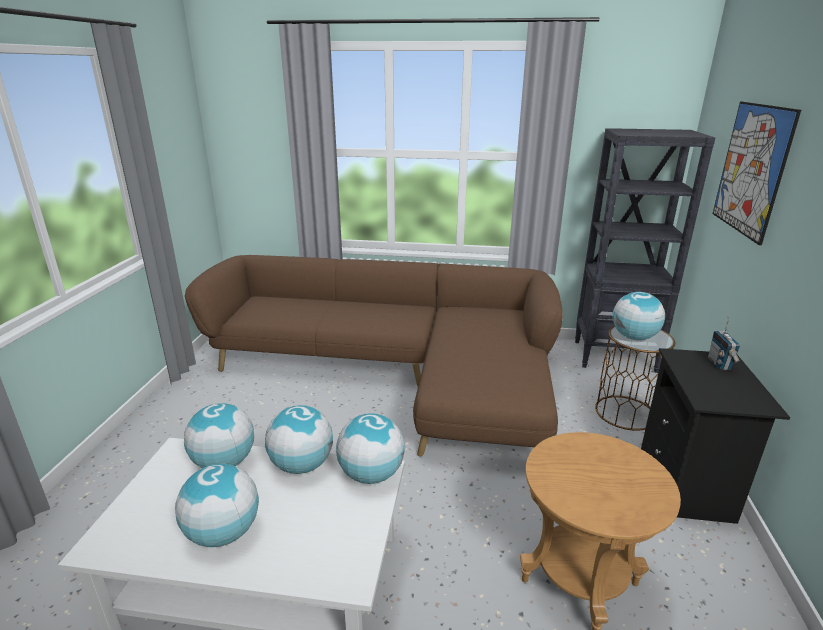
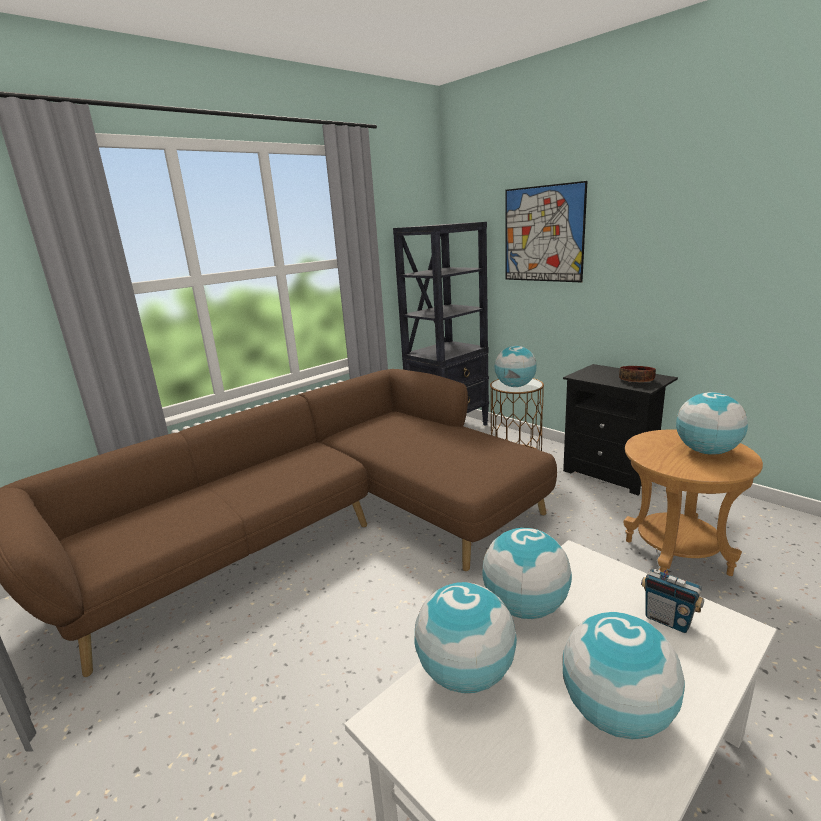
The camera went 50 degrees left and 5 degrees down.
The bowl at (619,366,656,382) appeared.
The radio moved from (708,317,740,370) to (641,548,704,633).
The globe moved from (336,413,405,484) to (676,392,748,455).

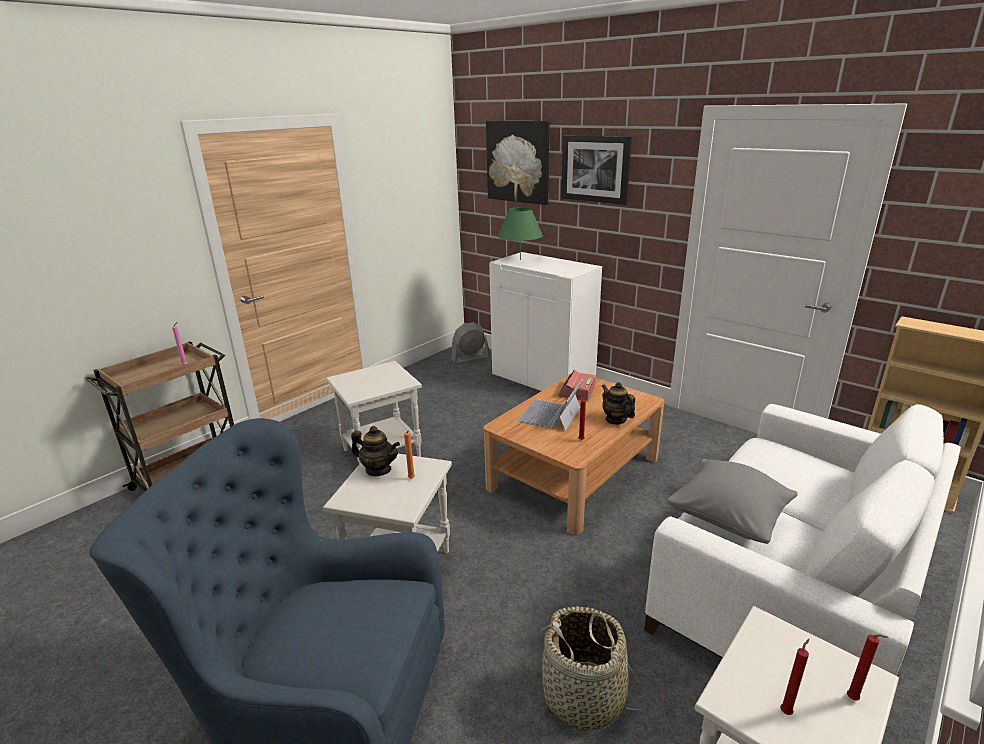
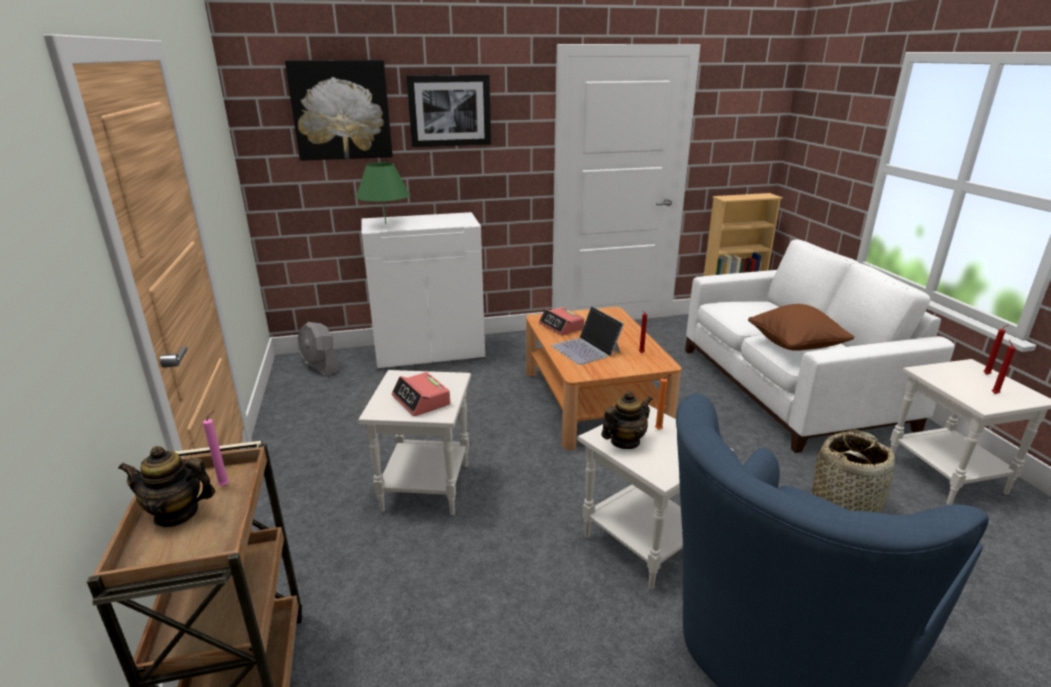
The camera went 55 degrees left and 0 degrees up.
The teapot moved from (602,382,635,425) to (118,446,215,528).
The fan/grey at (451,322,490,364) turned 60 degrees counterclockwise.
The alarm clock at (392,372,450,416) appeared.
The pillow/grey at (667,459,798,544) became the pillow/brown at (748,304,855,351).

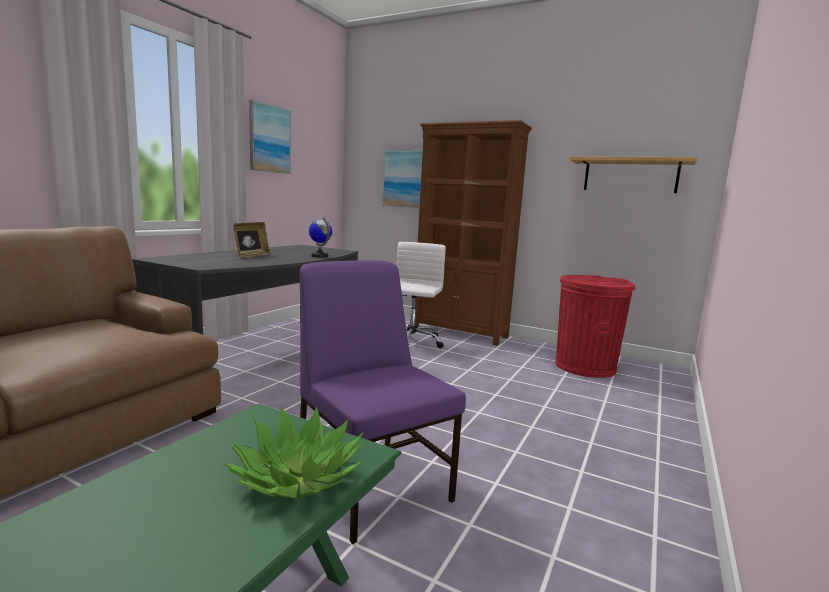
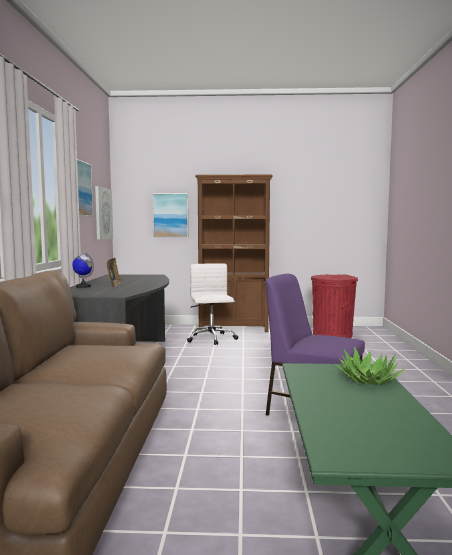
The camera went 25 degrees left and 5 degrees down.
The globe moved from (309,217,332,257) to (72,253,94,288).
The picture at (95,186,113,240) appeared.
The shelf at (570,156,698,193) disappeared.

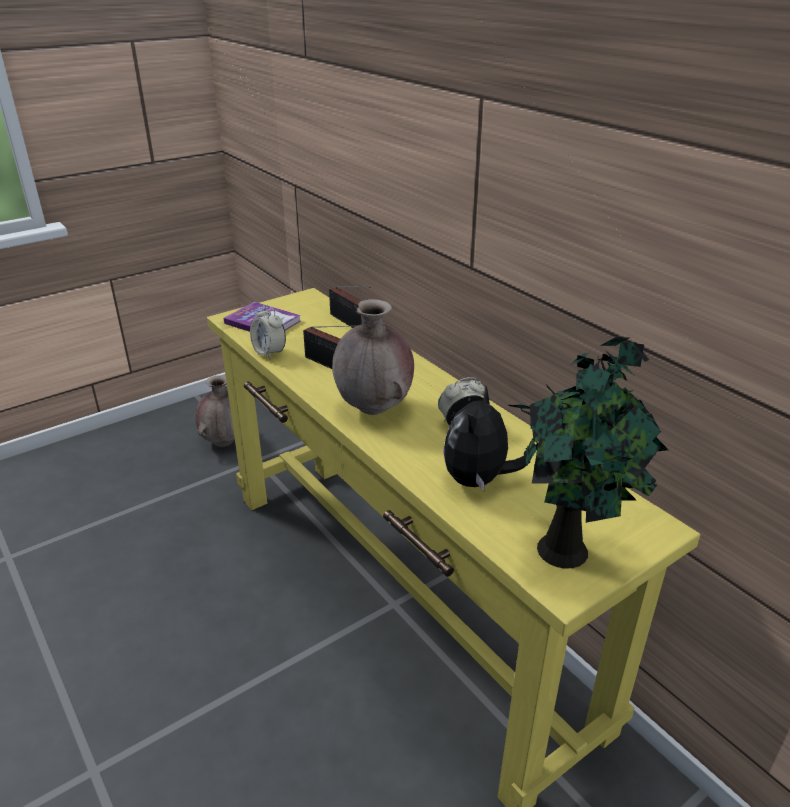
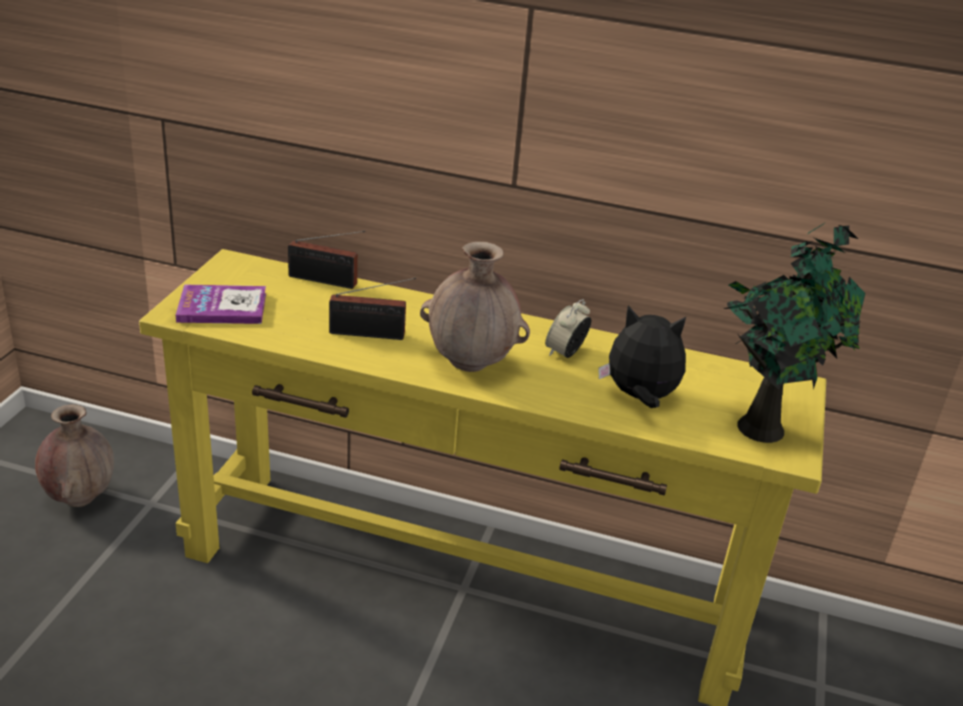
The camera went 40 degrees left and 0 degrees up.
The plush toy at (443,386,530,492) turned 120 degrees clockwise.
The alarm clock at (250,305,286,359) disappeared.

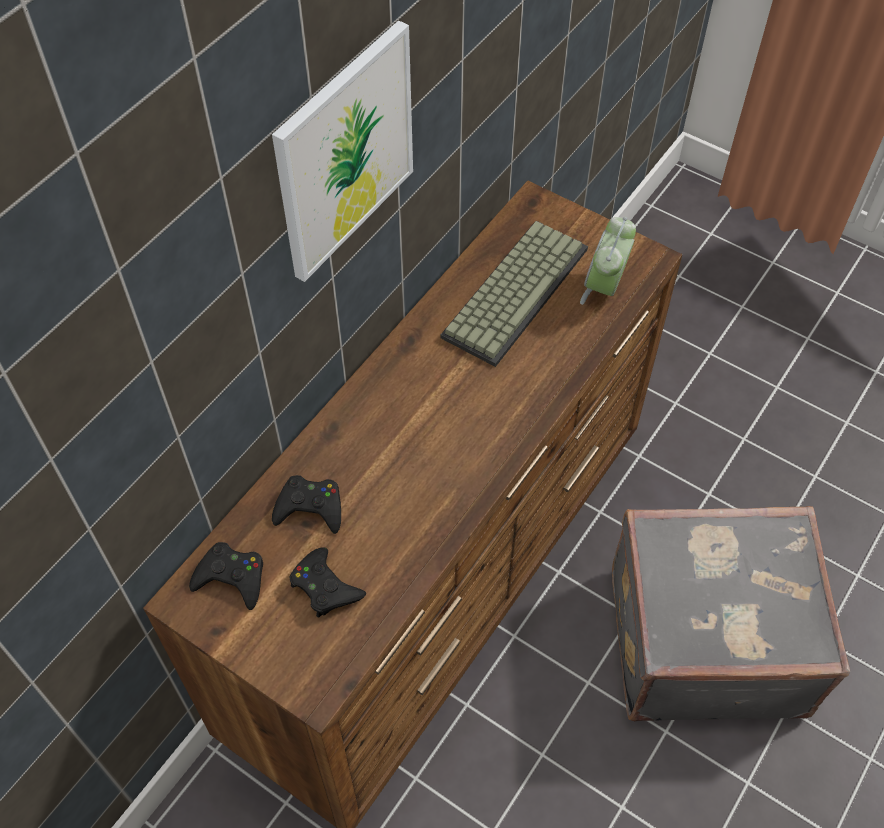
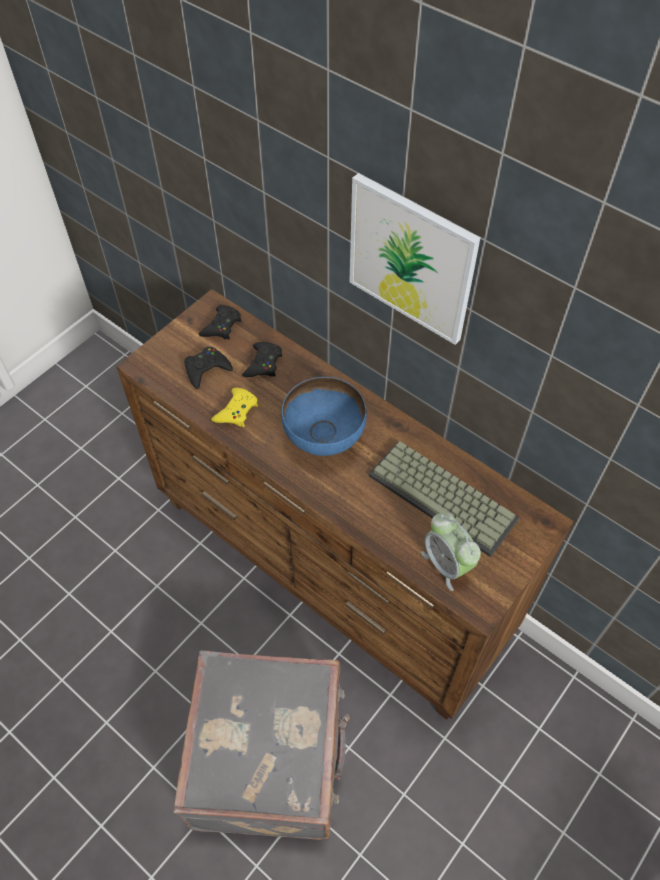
The camera went 95 degrees right and 0 degrees up.
The game controller/yellow at (211,388,258,427) appeared.
The bowl/blue at (281,377,367,456) appeared.
The alarm clock at (580,217,636,305) turned 150 degrees counterclockwise.

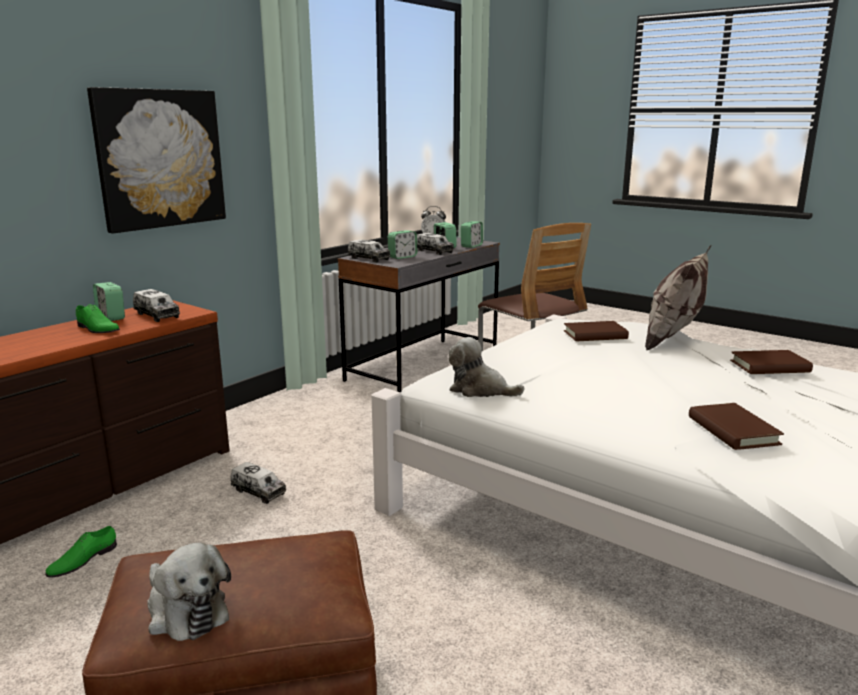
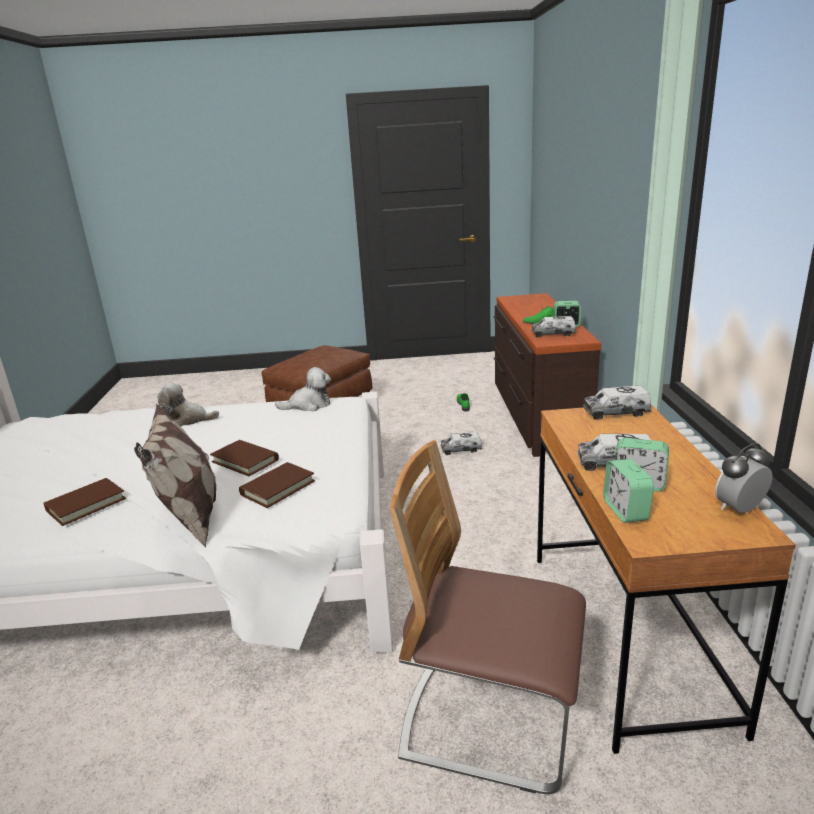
The camera went 140 degrees right and 5 degrees up.
The plush toy moved from (148,543,231,641) to (158,383,219,427).
The book/brown moved from (689,403,784,450) to (210,440,279,476).
The desk/grey at (338,237,500,393) became the desk/brown at (537,405,796,754).
The picture at (87,87,226,234) disappeared.
The alarm clock at (388,230,417,259) disappeared.

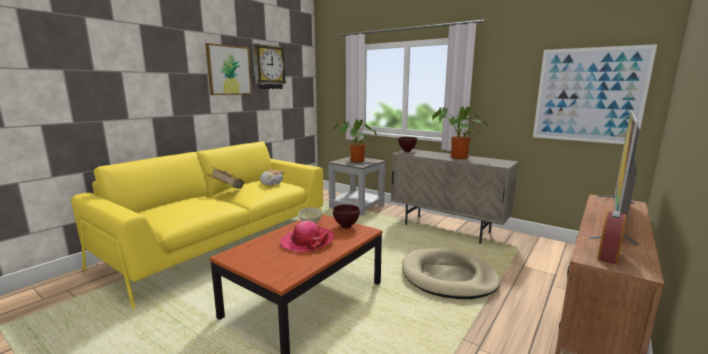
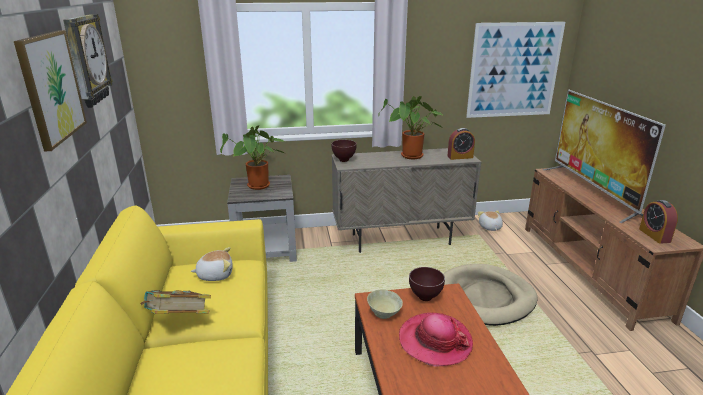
The camera went 45 degrees left and 10 degrees up.
The alarm clock at (447,128,475,160) appeared.
The plush toy at (478,211,503,231) appeared.

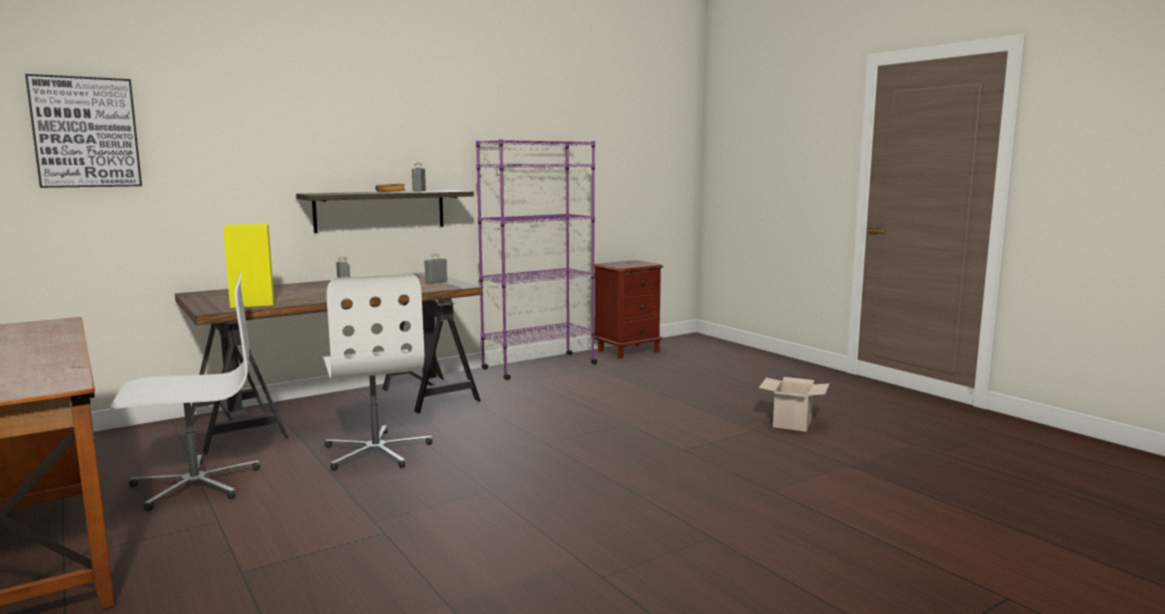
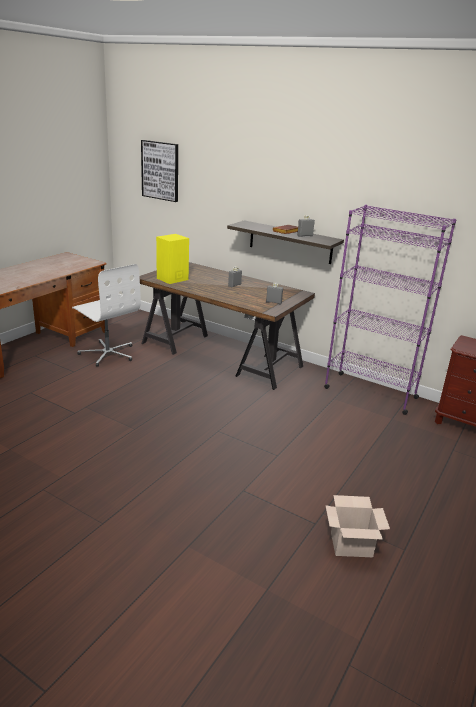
The camera went 65 degrees right and 15 degrees up.
The office chair/white at (323,274,433,471) disappeared.

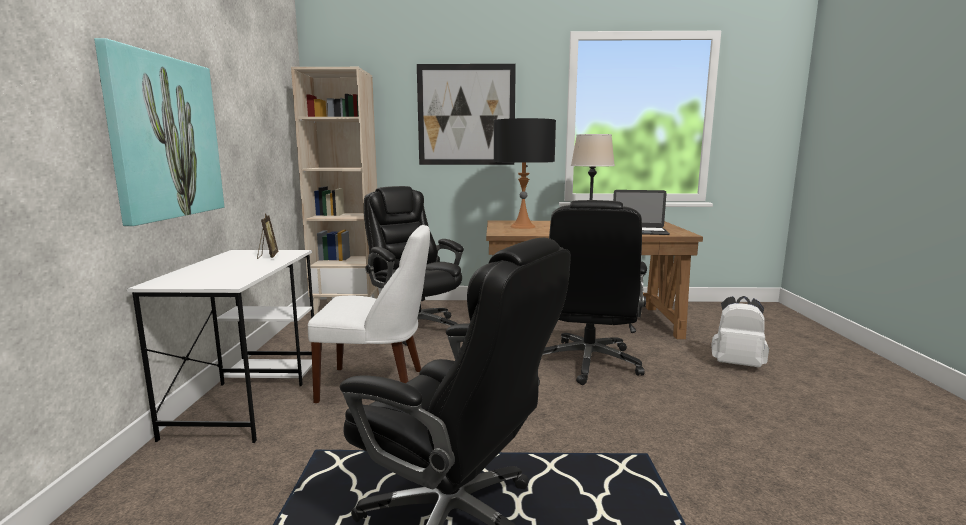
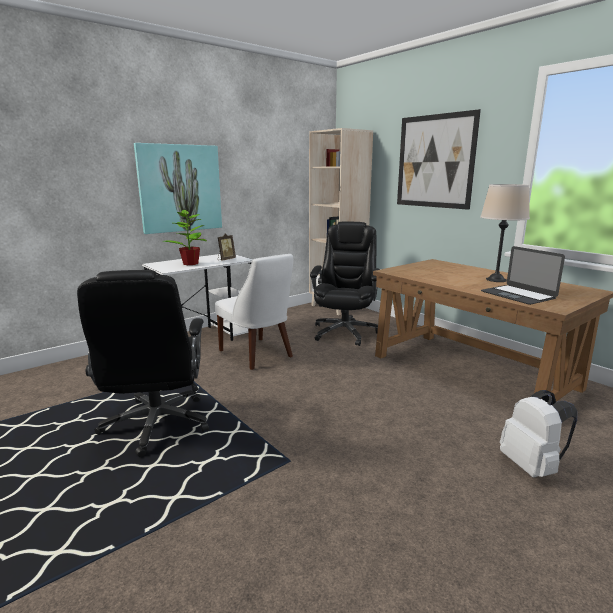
The camera went 50 degrees right and 5 degrees up.
The potted plant at (163,209,207,265) appeared.
The table lamp/black at (494,118,556,229) disappeared.
The office chair/black at (540,200,647,385) disappeared.

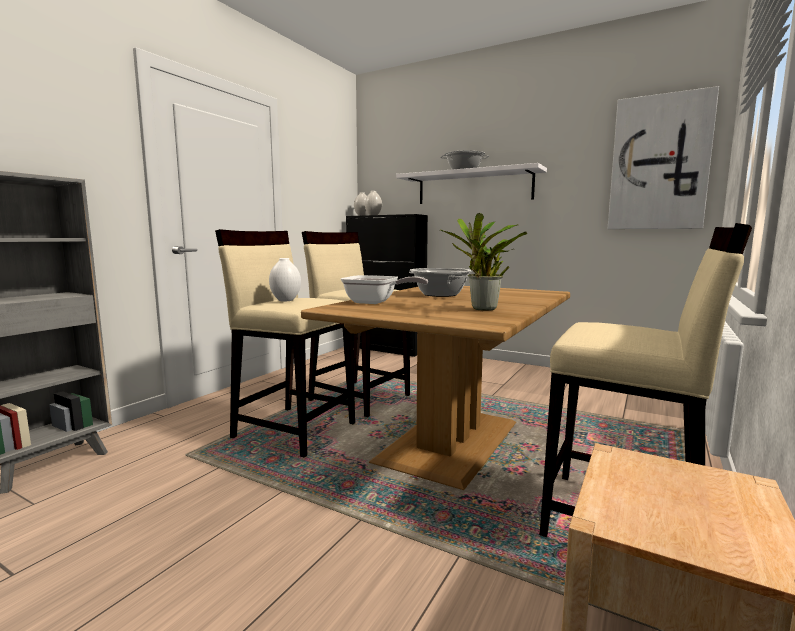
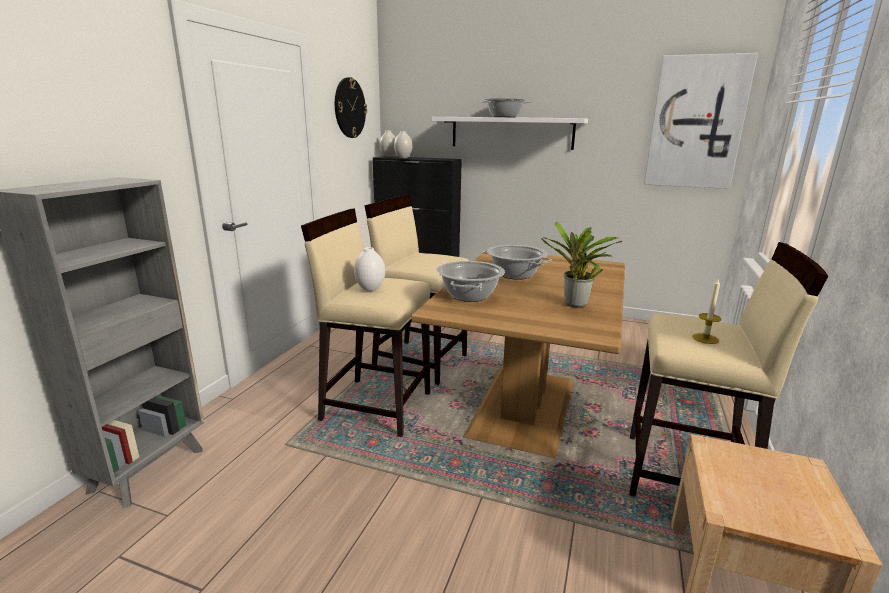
The camera went 10 degrees left and 10 degrees up.
The wall clock at (335,77,367,138) appeared.
The frying pan at (341,275,428,304) was replaced by the cooking pot at (436,261,505,302).
The candle at (692,277,722,344) appeared.

